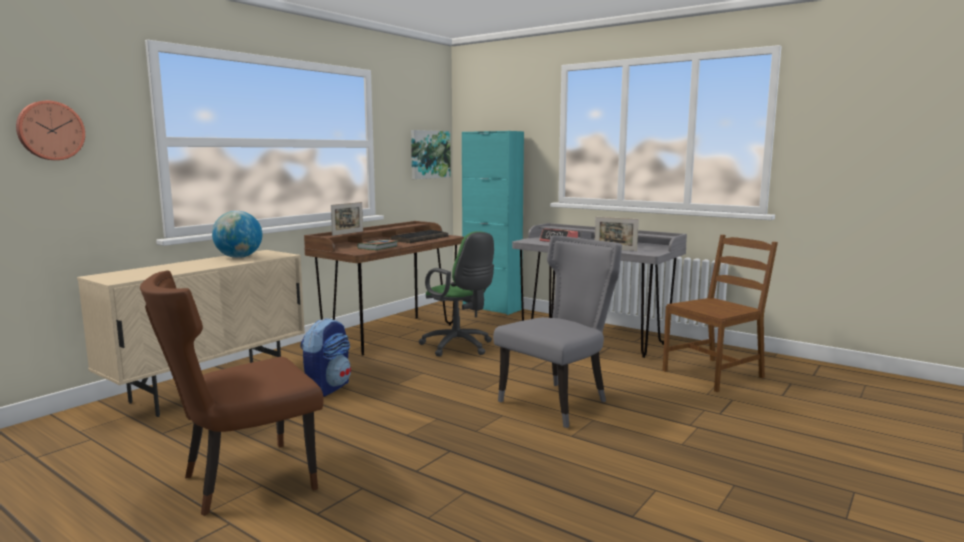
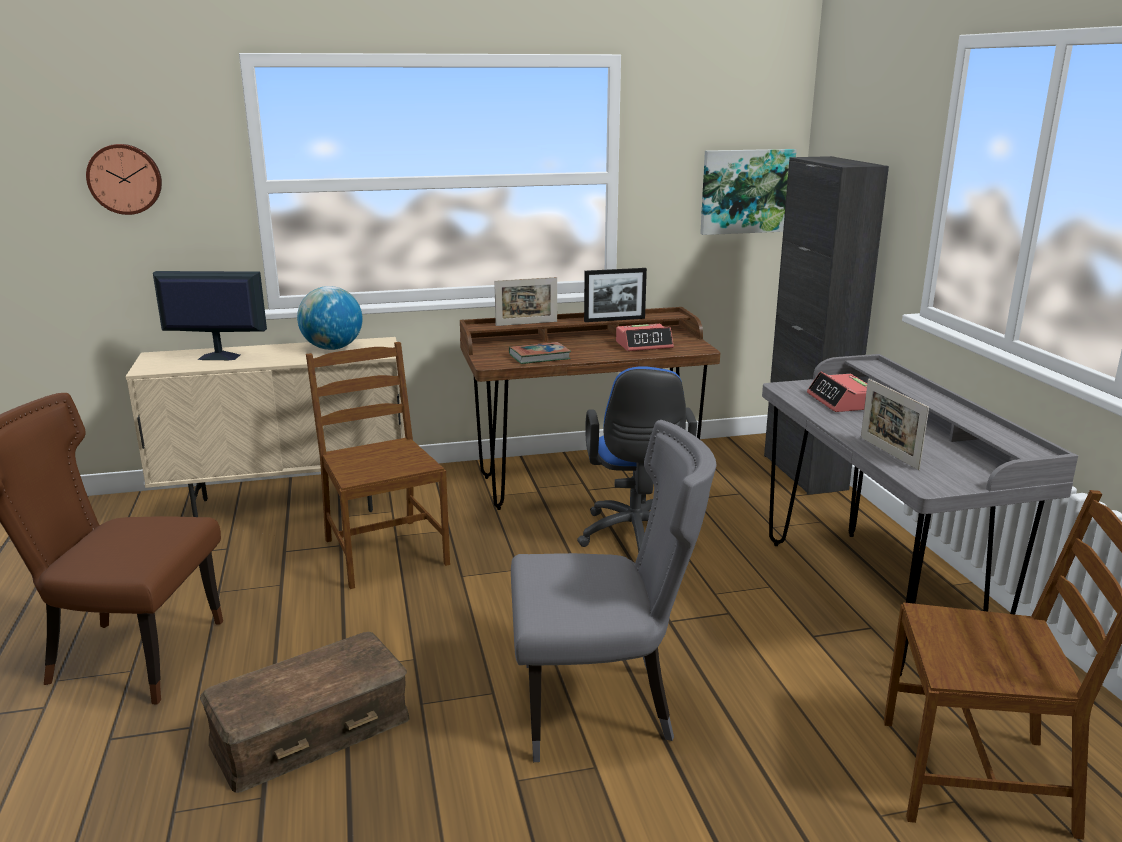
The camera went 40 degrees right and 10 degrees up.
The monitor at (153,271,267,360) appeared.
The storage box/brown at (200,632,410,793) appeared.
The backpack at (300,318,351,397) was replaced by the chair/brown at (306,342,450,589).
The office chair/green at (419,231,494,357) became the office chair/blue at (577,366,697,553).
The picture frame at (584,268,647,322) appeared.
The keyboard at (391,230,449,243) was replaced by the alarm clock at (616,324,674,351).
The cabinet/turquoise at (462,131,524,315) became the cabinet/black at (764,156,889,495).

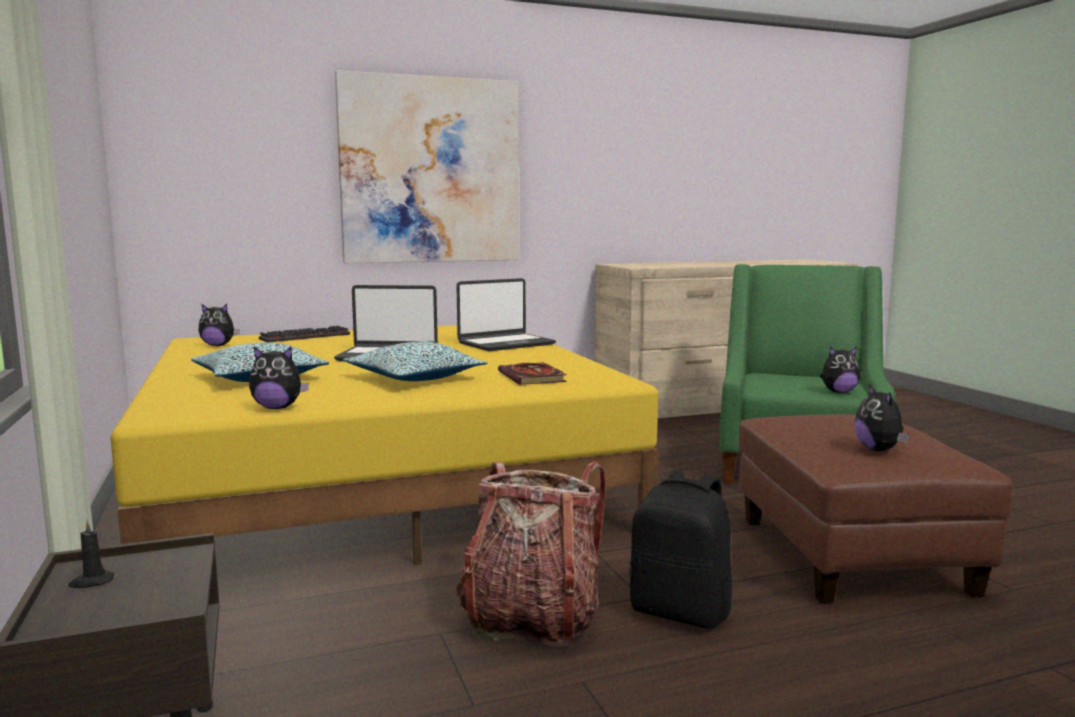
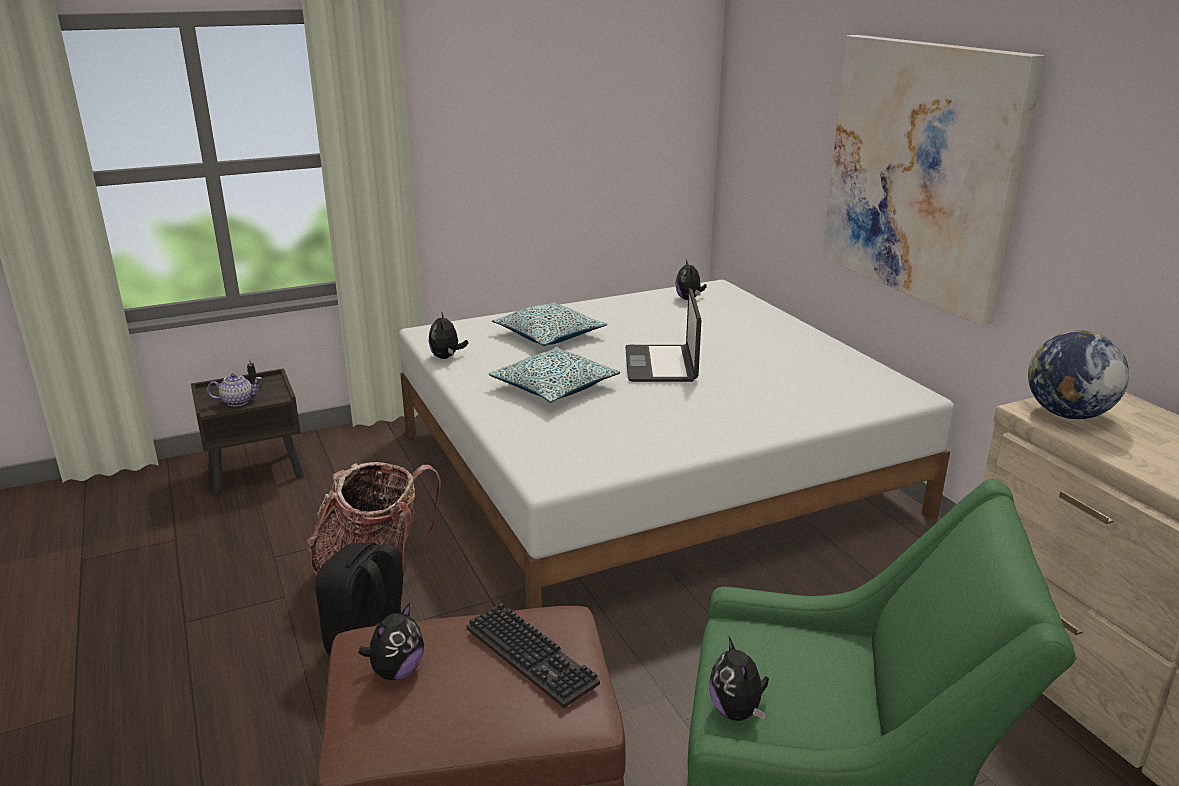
The camera went 85 degrees right and 15 degrees up.
The teapot at (207,373,262,406) appeared.
The plush toy at (855,384,909,451) turned 135 degrees clockwise.
The bed/yellow at (110,325,659,565) became the bed/white at (399,280,954,609).
The keyboard moved from (259,326,350,342) to (467,603,600,708).
The globe at (1028,330,1129,419) appeared.
The laptop at (456,278,556,351) disappeared.
The book at (498,362,567,385) disappeared.

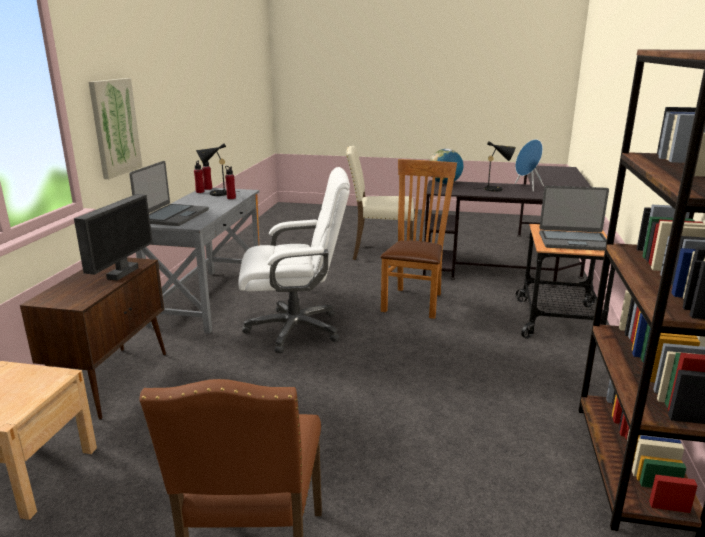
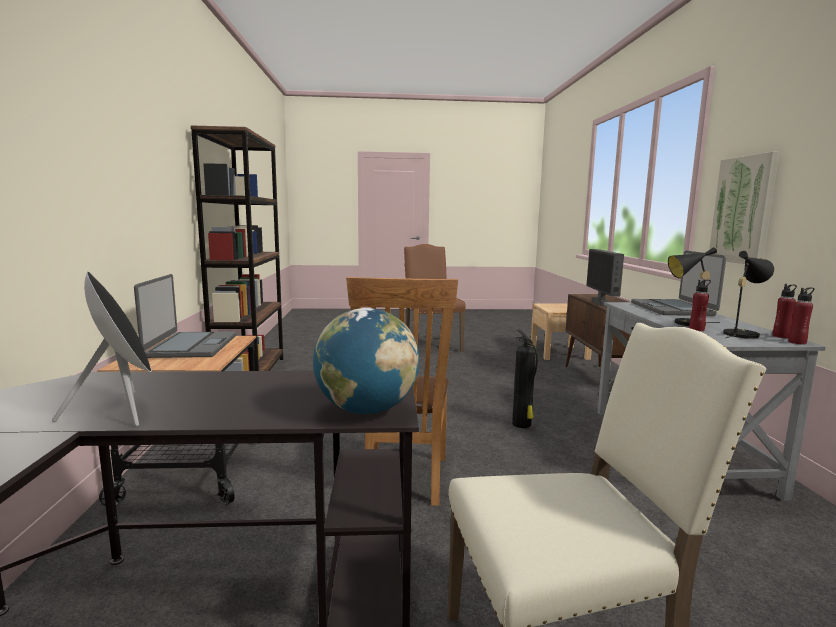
The camera went 165 degrees right and 10 degrees down.
The speaker/blue at (515,139,544,192) became the speaker/black at (52,271,152,427).
The laptop at (539,186,609,251) turned 90 degrees clockwise.
The office chair/white at (239,167,350,353) was replaced by the fire extinguisher at (512,330,538,428).
The table lamp/black moved from (481,141,516,192) to (668,247,720,326).

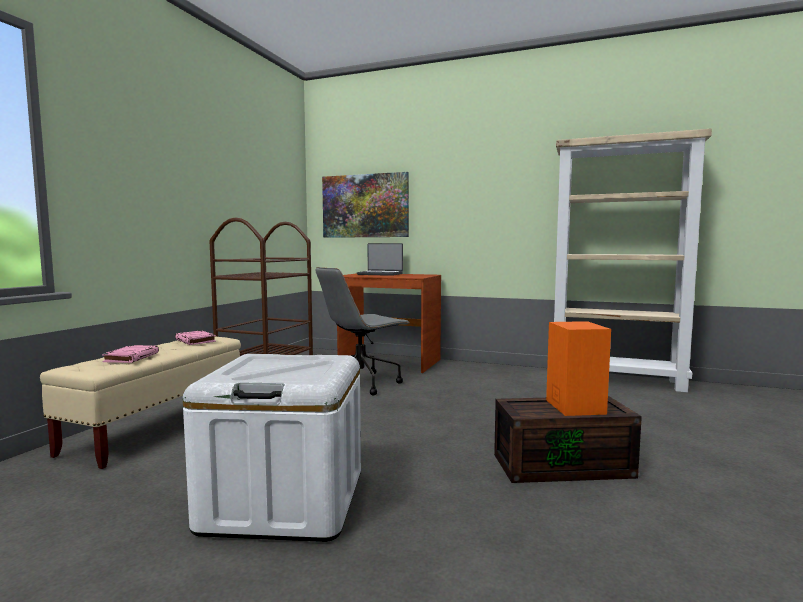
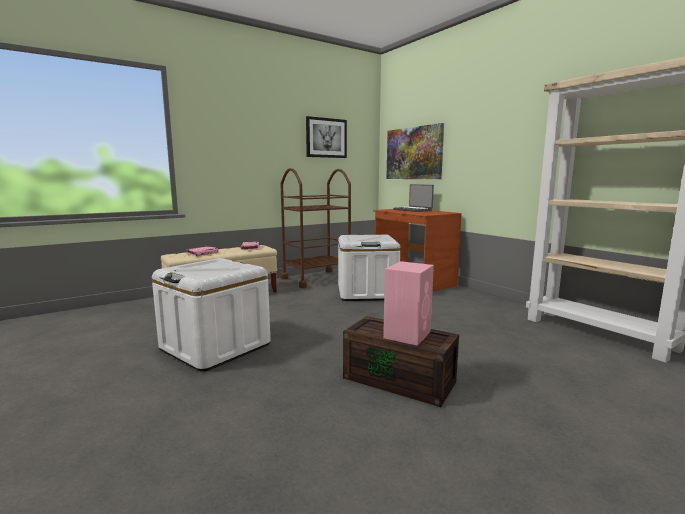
The camera went 35 degrees right and 5 degrees up.
The picture at (306,116,347,158) appeared.
The office chair/grey at (315,267,410,395) was replaced by the storage box/white at (338,235,400,301).
The speaker/orange at (546,321,611,416) became the speaker/pink at (383,261,434,346).

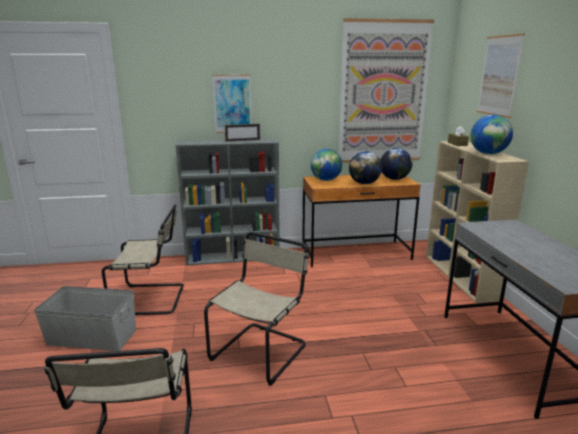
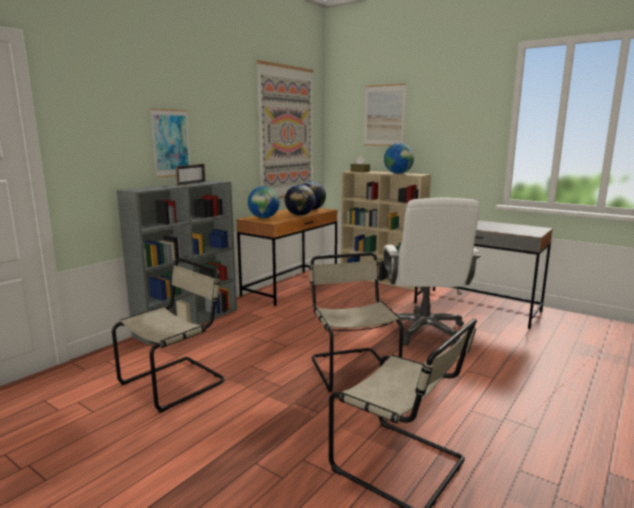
The camera went 45 degrees left and 5 degrees down.
The office chair/white at (381,197,481,345) appeared.
The storage box/grey at (34,286,136,351) disappeared.

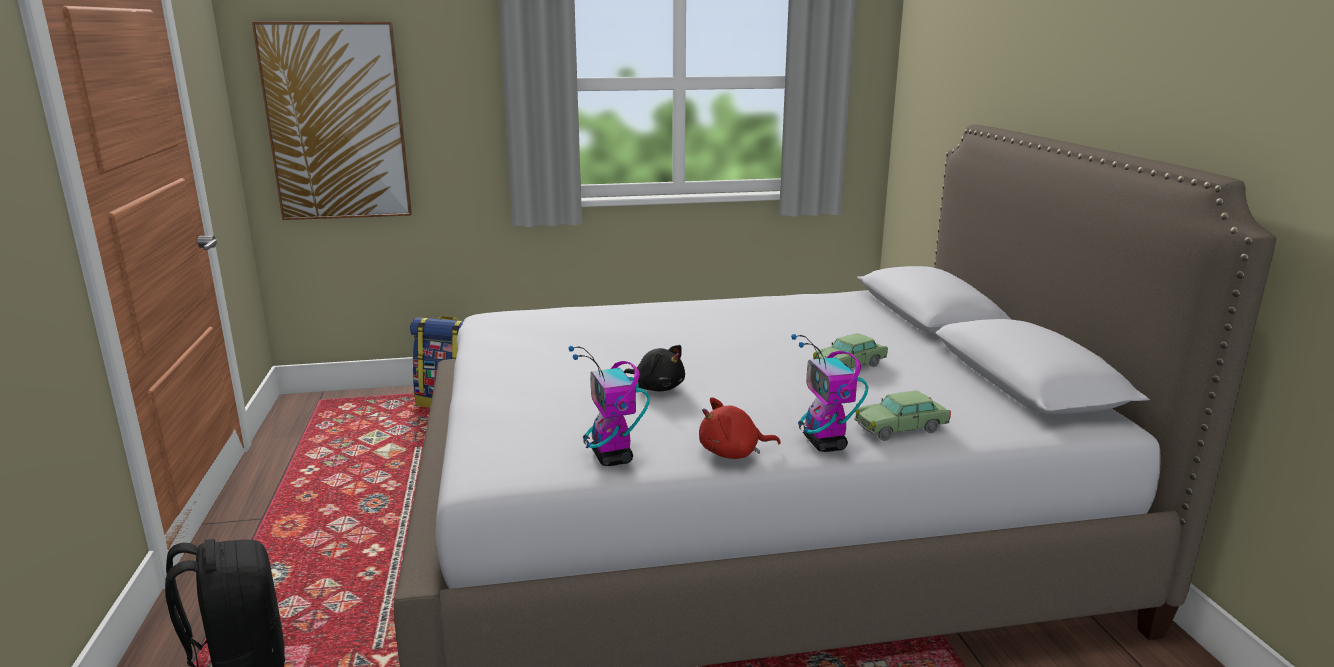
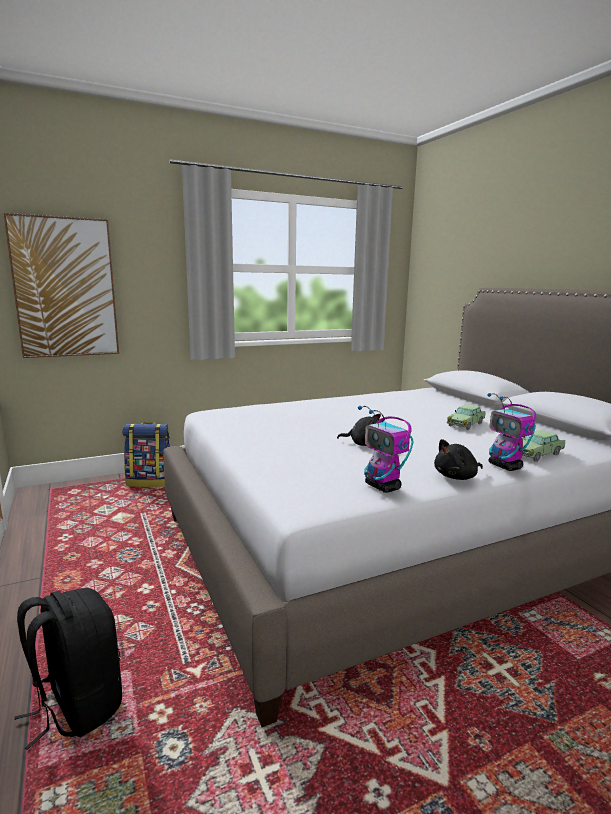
The camera went 15 degrees left and 5 degrees down.
The plush toy/red at (699,397,781,459) became the plush toy/black at (434,439,483,480).

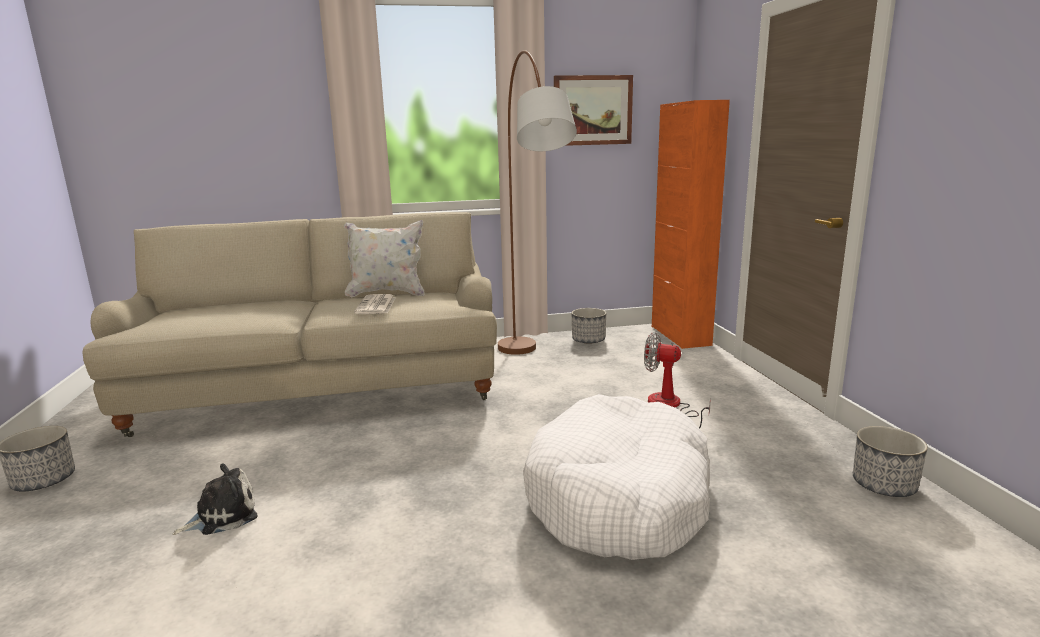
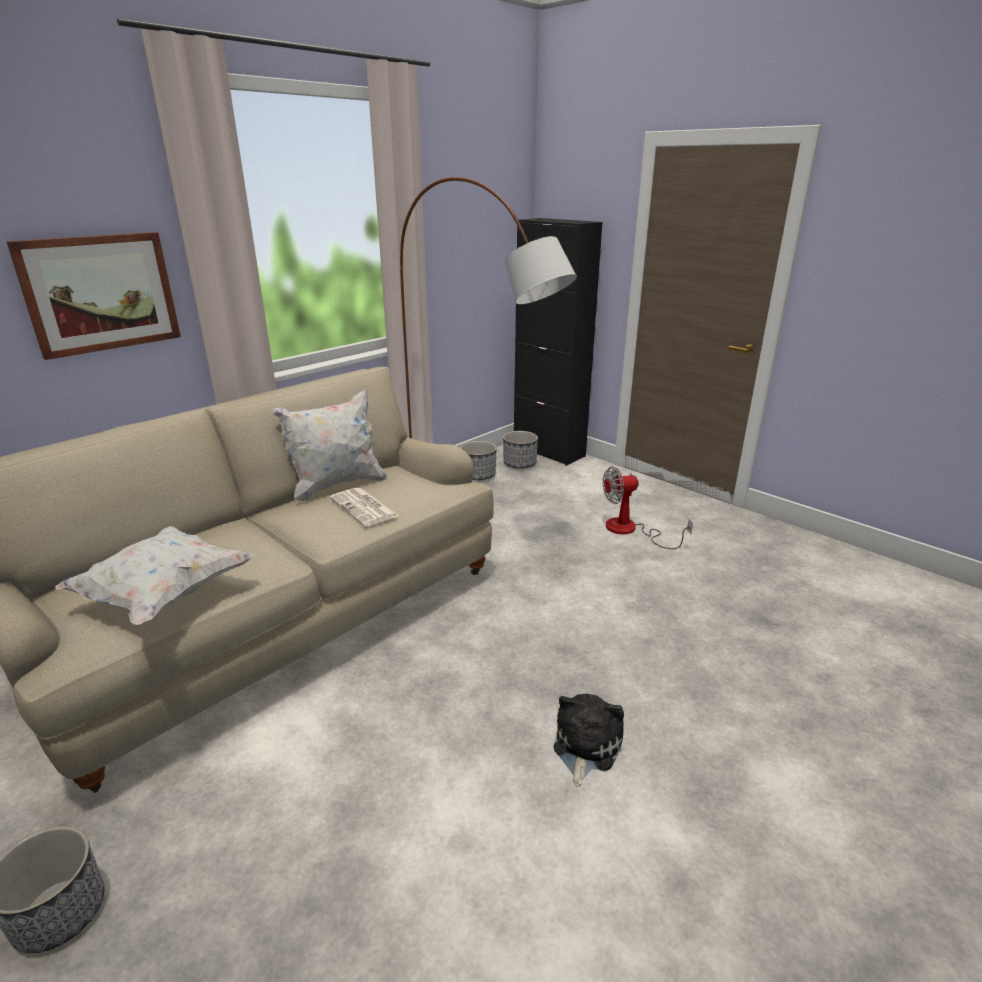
The camera went 35 degrees left and 10 degrees up.
The picture moved from (554,75,633,146) to (7,232,181,360).
The pillow/white at (55,526,254,625) appeared.
The planter moved from (853,426,928,497) to (503,431,538,469).
The cabinet/orange at (652,100,730,349) became the cabinet/black at (514,218,602,466).
The plush toy moved from (172,463,258,535) to (553,693,624,787).
The dog bed/white at (523,394,710,560) disappeared.

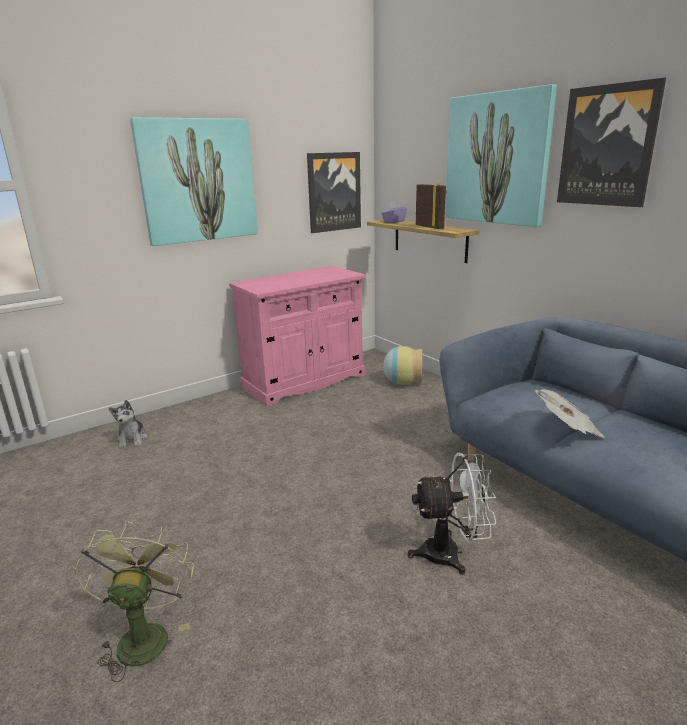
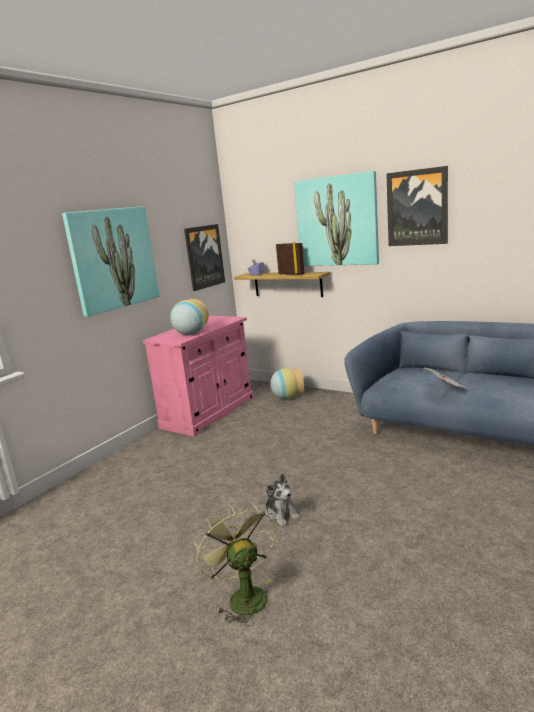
The camera went 20 degrees left and 5 degrees down.
The vase at (170,299,209,335) appeared.
The plush toy moved from (109,400,148,449) to (266,473,300,527).
The fan/white at (408,453,496,575) disappeared.

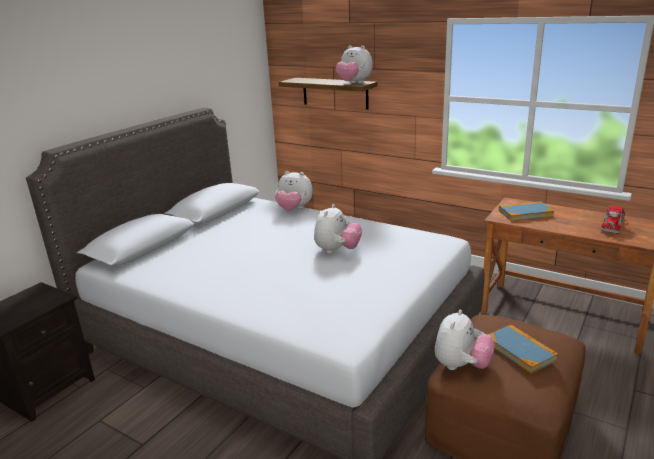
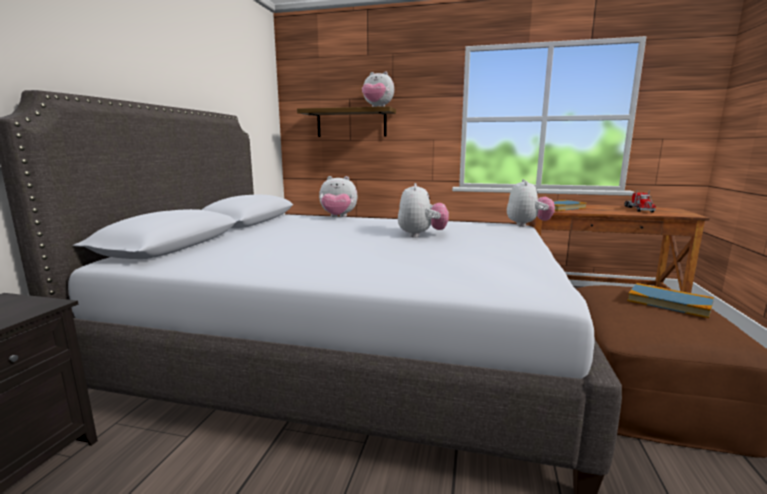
The camera went 20 degrees left and 10 degrees down.
The plush toy moved from (435,309,495,370) to (507,179,555,227).

